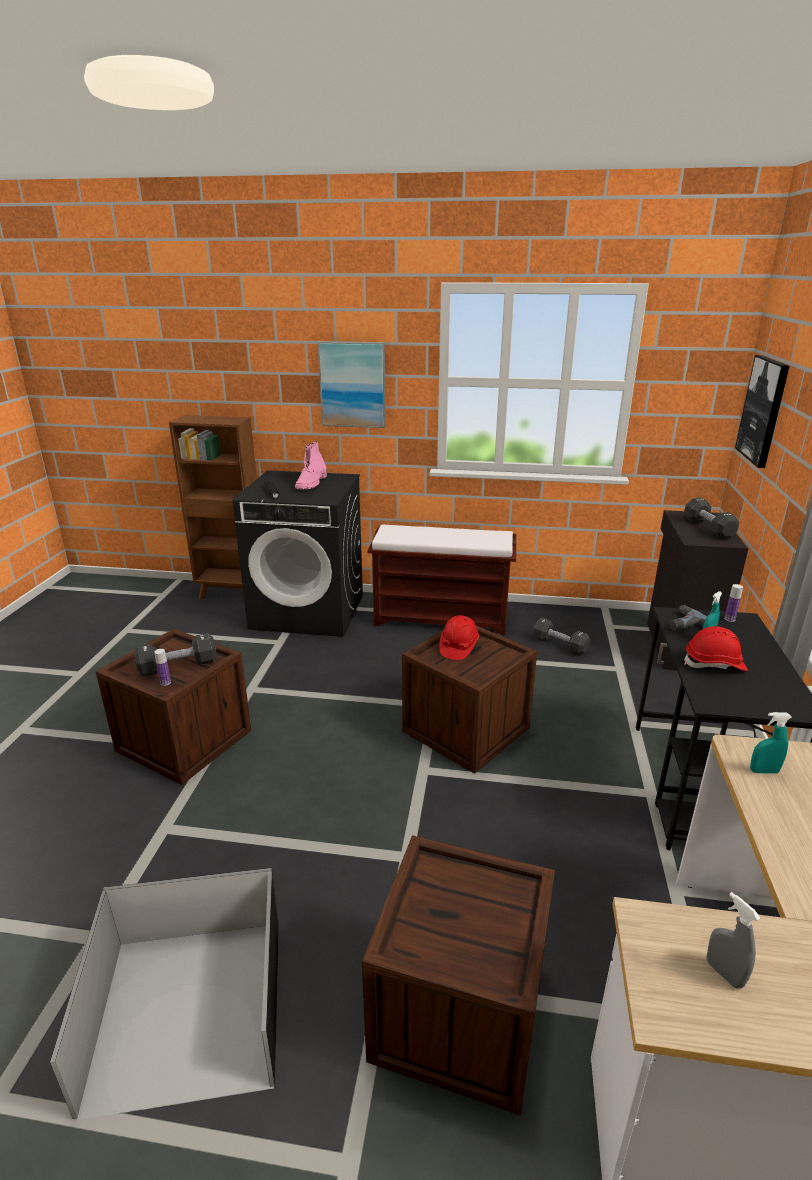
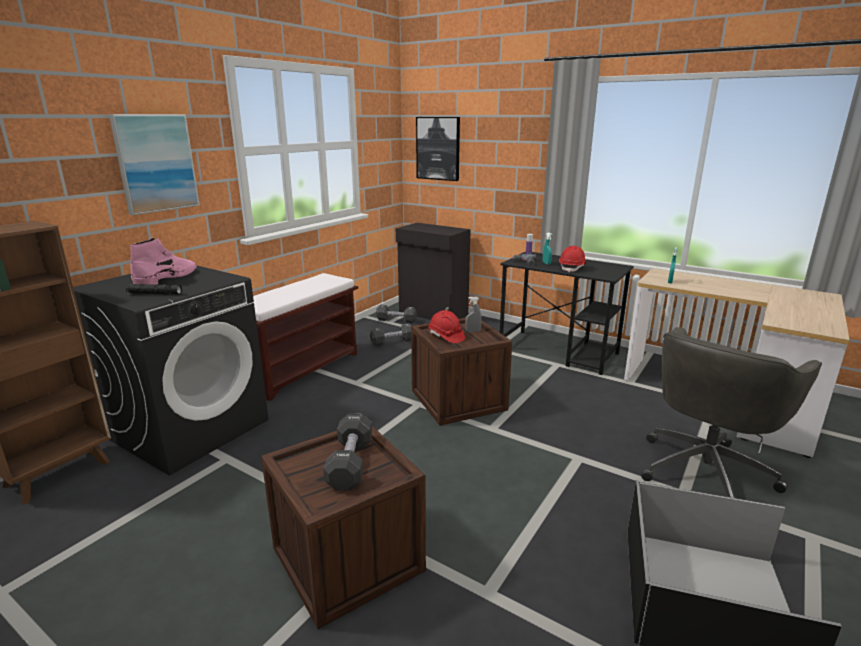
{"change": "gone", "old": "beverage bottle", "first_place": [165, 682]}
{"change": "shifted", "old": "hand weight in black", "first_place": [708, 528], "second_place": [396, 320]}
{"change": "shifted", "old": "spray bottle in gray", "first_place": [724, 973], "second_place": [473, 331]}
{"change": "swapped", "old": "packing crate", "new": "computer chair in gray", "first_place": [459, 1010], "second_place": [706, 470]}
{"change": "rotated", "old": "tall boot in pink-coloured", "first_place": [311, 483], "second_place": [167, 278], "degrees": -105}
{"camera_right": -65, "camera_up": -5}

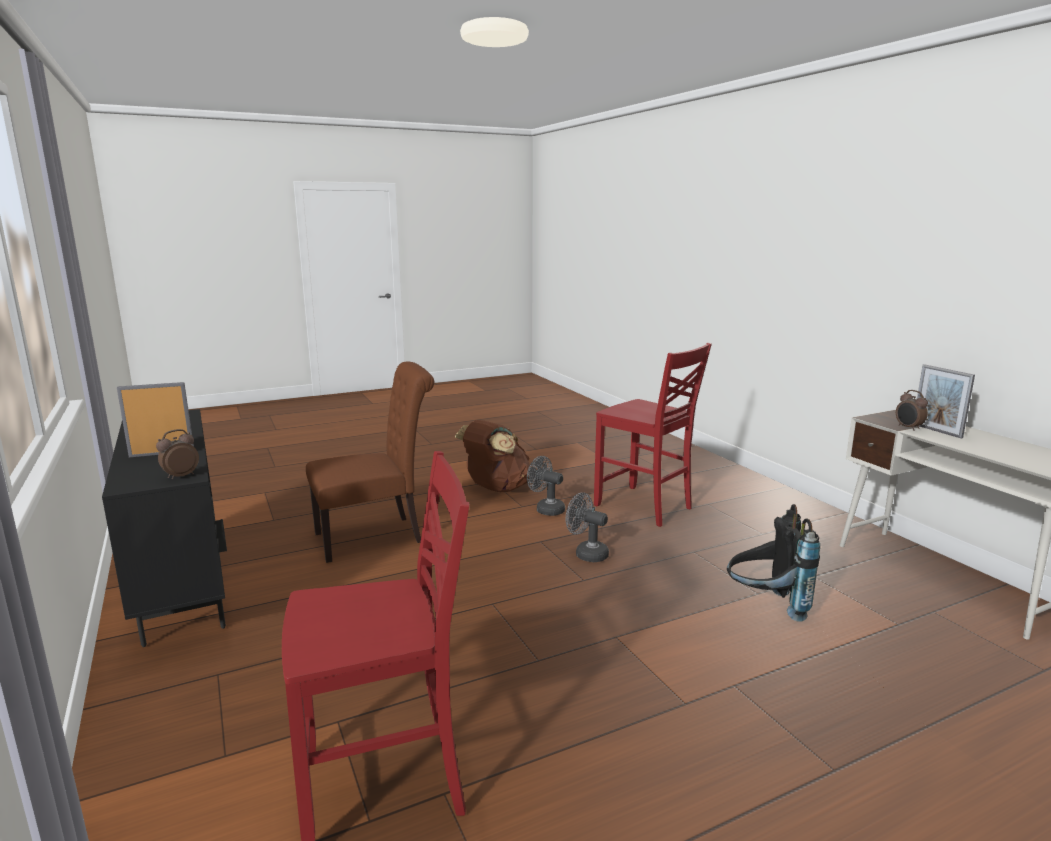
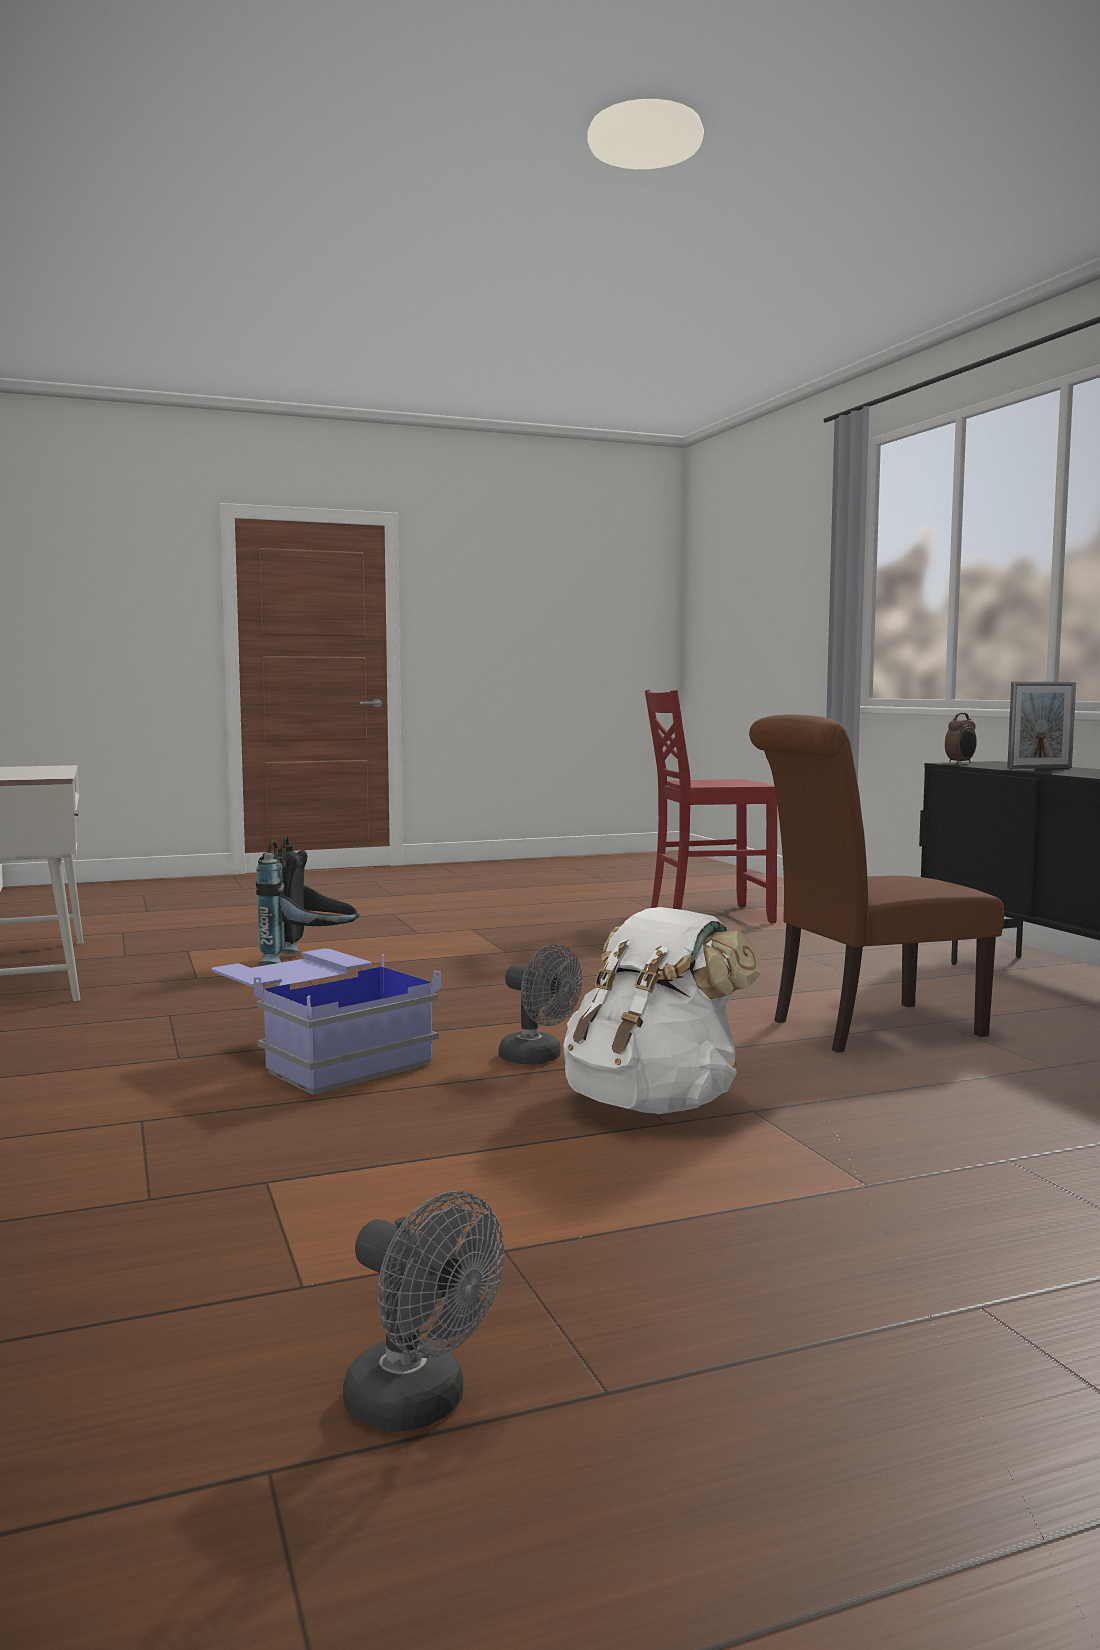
{"change": "gone", "old": "bedside clock", "first_place": [908, 428]}
{"change": "gone", "old": "standing frame", "first_place": [936, 431]}
{"change": "shifted", "old": "cooling fan in gray", "first_place": [586, 553], "second_place": [420, 1406]}
{"change": "swapped", "old": "chair in red-coloured", "new": "storage box in blue-coloured", "first_place": [645, 507], "second_place": [322, 1056]}
{"change": "repainted", "old": "rucksack in brown", "new": "rucksack in white-coloured", "first_place": [496, 488], "second_place": [653, 1103]}
{"camera_right": -175, "camera_up": -10}

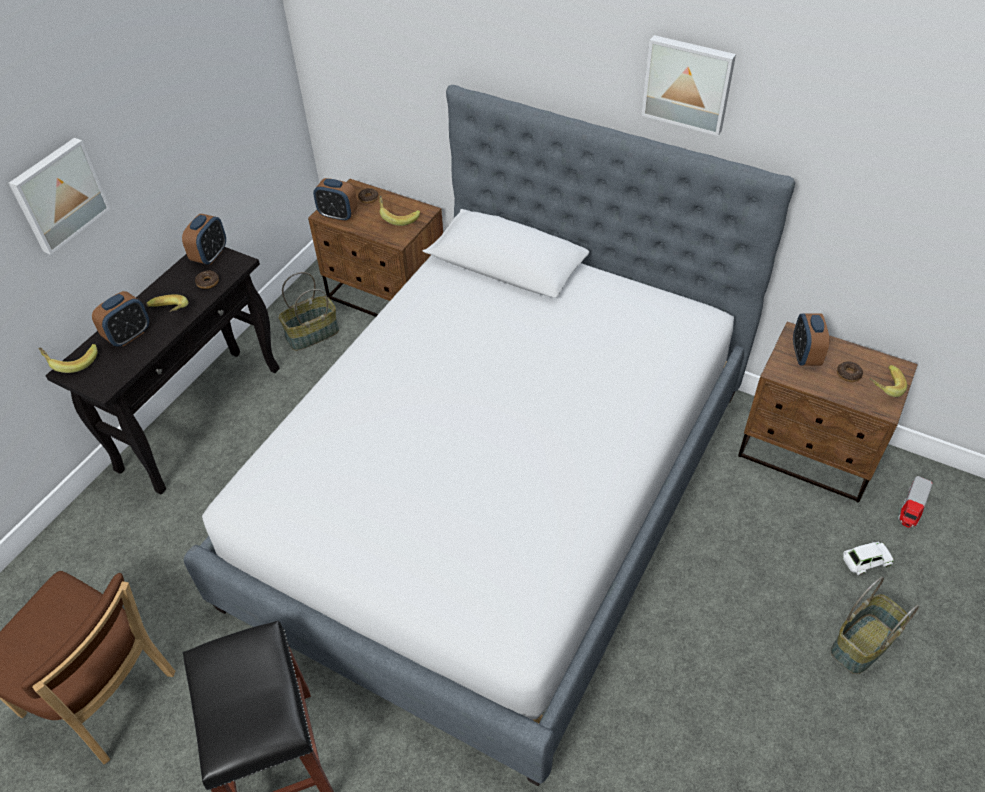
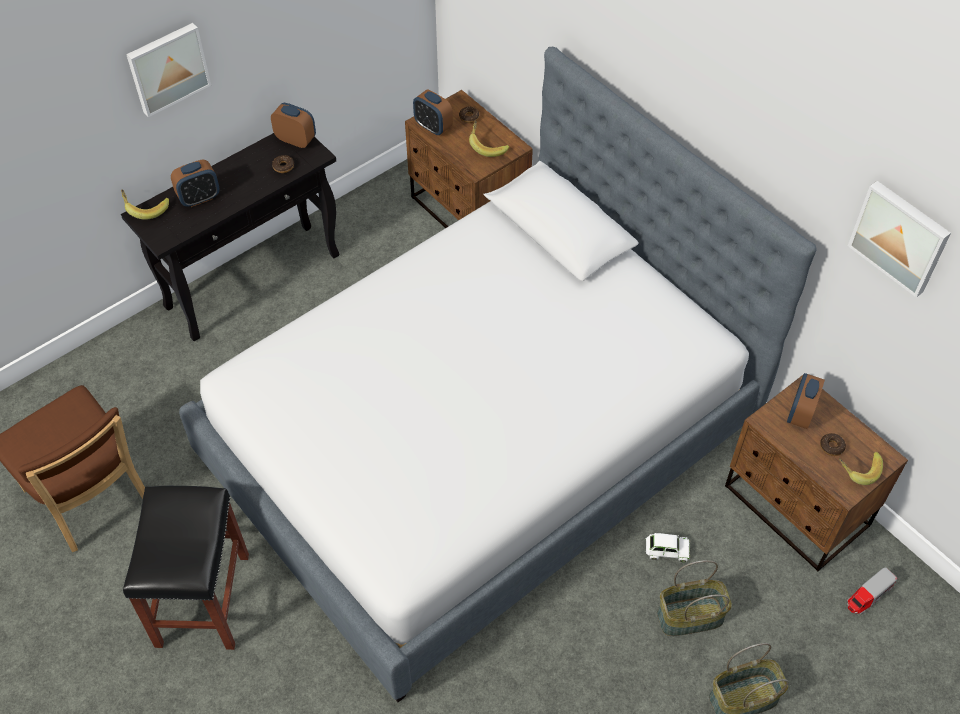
{"change": "gone", "old": "banana fruit", "first_place": [169, 314]}
{"change": "shifted", "old": "household basket", "first_place": [312, 335], "second_place": [689, 617]}
{"change": "shifted", "old": "picture", "first_place": [688, 83], "second_place": [900, 237]}
{"change": "shifted", "old": "miniature car in white-coloured", "first_place": [866, 560], "second_place": [667, 549]}
{"change": "rotated", "old": "bedside clock", "first_place": [210, 255], "second_place": [296, 140], "degrees": -105}
{"camera_right": 20, "camera_up": 5}

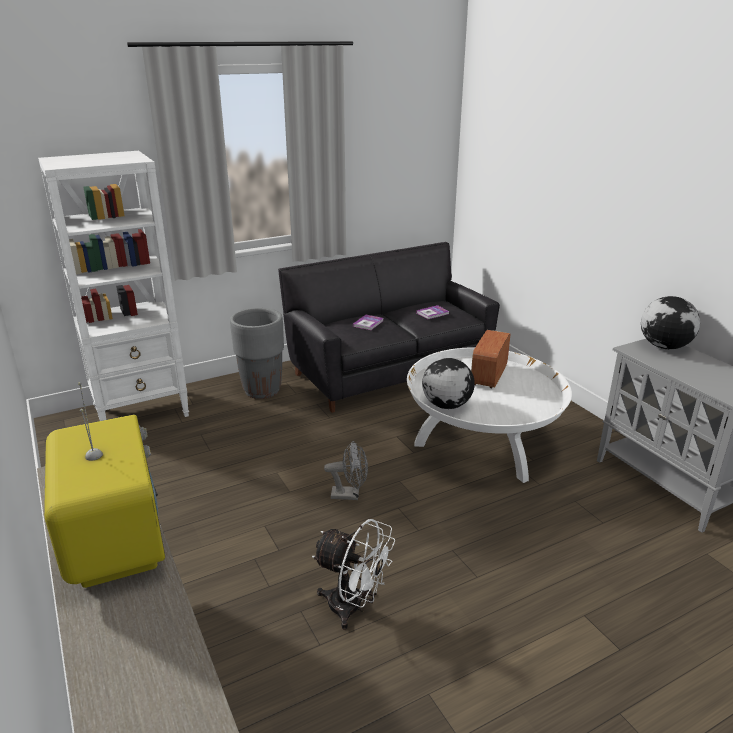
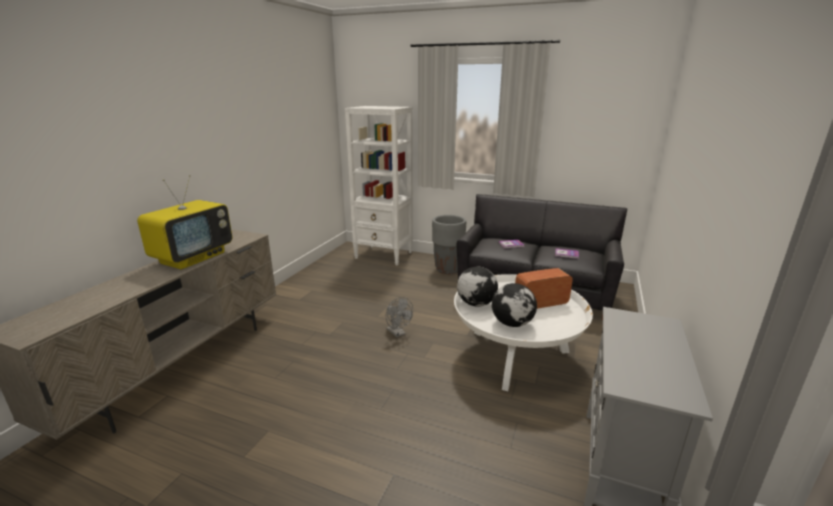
{"change": "gone", "old": "cooling fan in white-coloured", "first_place": [353, 608]}
{"change": "shifted", "old": "globe", "first_place": [664, 346], "second_place": [512, 323]}
{"camera_right": 50, "camera_up": -5}

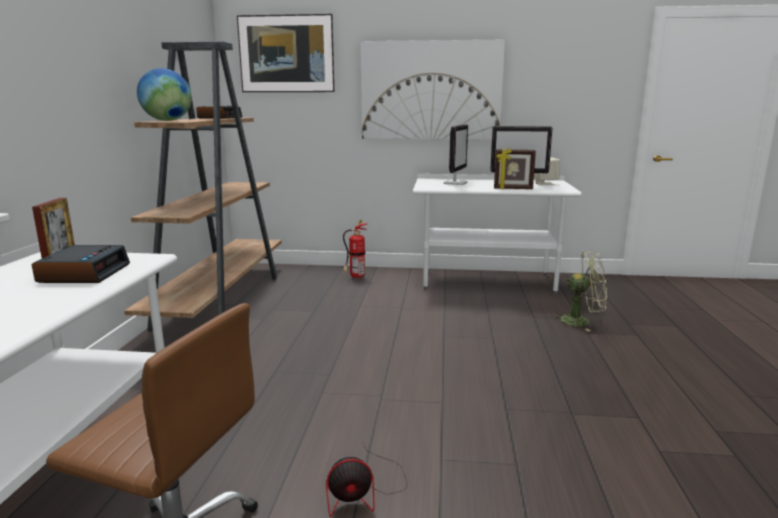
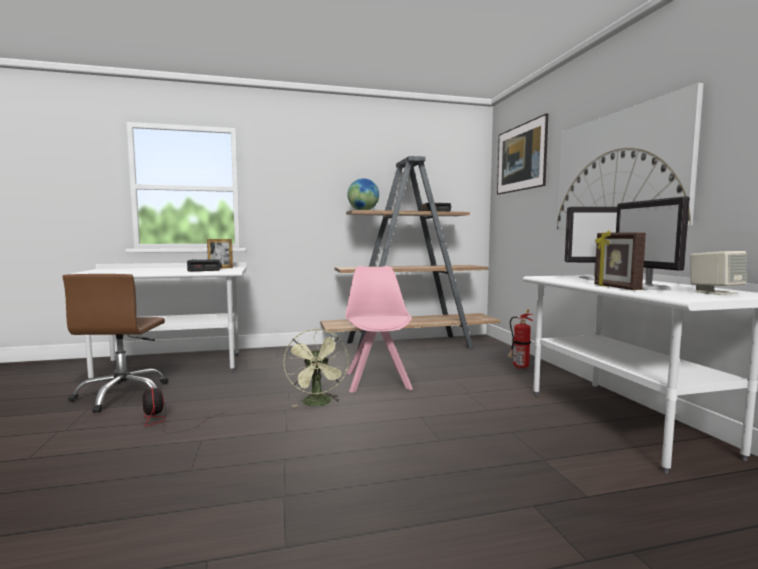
{"change": "new", "new": "chair in pink-coloured", "second_place": [377, 380]}
{"change": "shifted", "old": "cooling fan in greenish", "first_place": [581, 321], "second_place": [318, 404]}
{"camera_right": 70, "camera_up": -10}

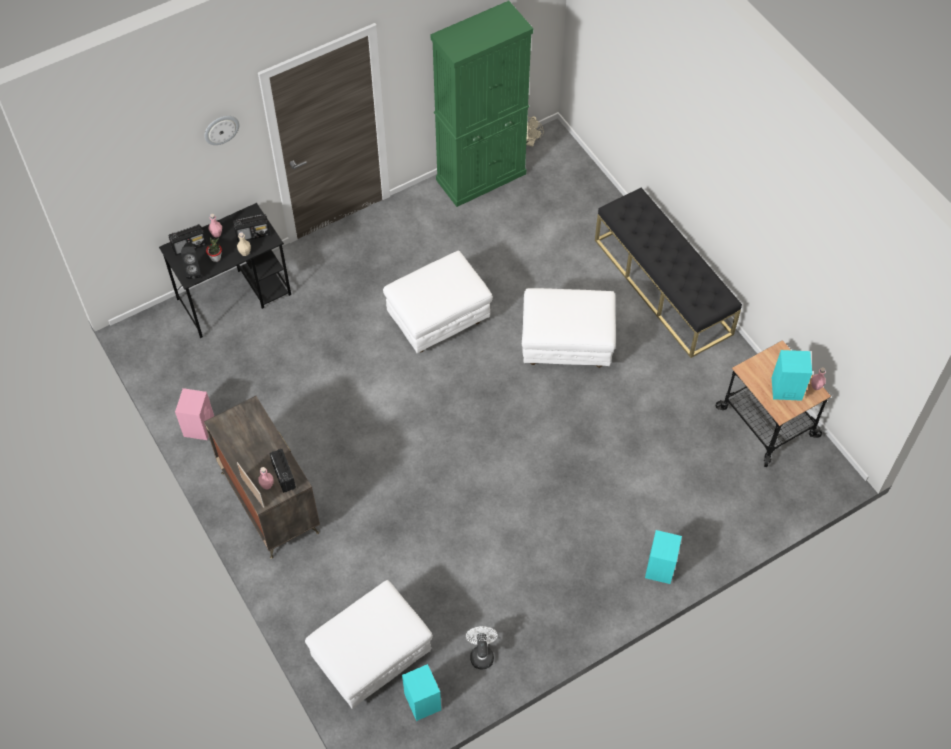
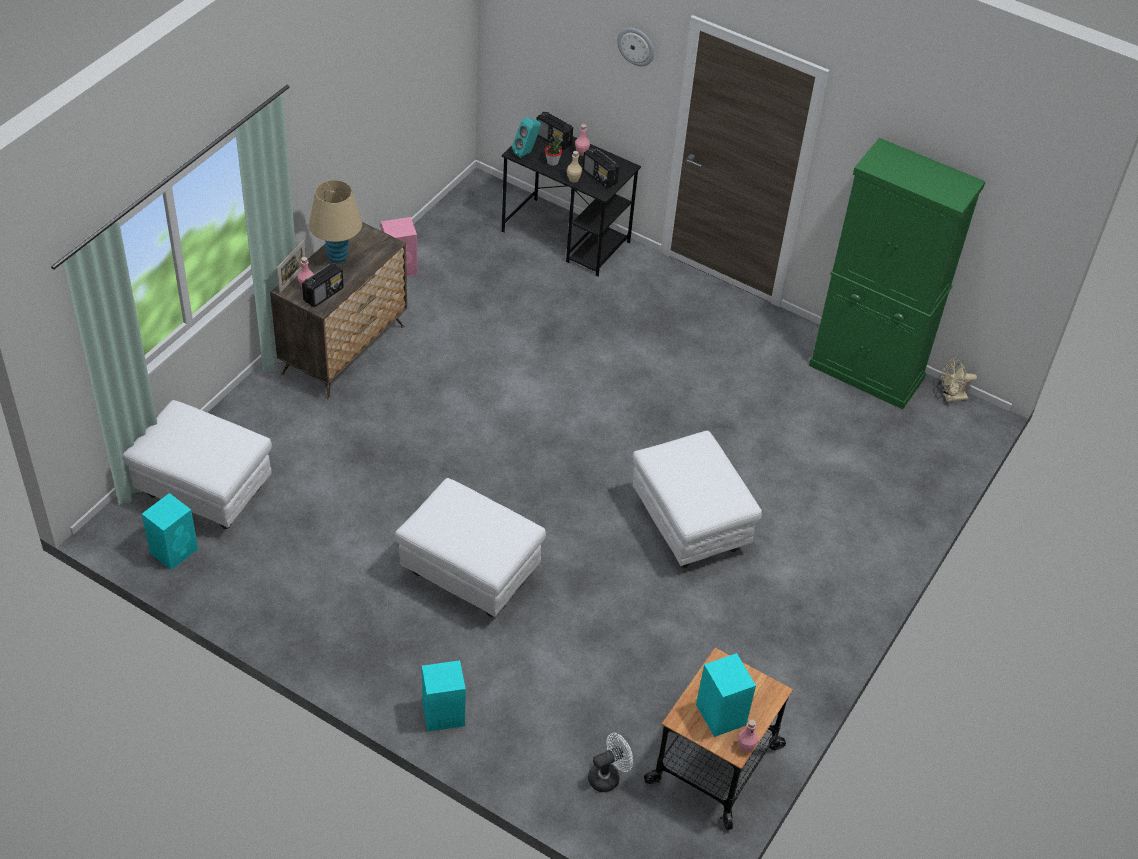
{"change": "gone", "old": "bench in black", "first_place": [663, 286]}
{"change": "new", "new": "tabletop lamp in beige-coloured", "second_place": [337, 257]}
{"change": "shifted", "old": "pouffe in white-coloured", "first_place": [438, 321], "second_place": [471, 575]}
{"change": "shifted", "old": "cooling fan in white-coloured", "first_place": [481, 654], "second_place": [608, 776]}
{"change": "repainted", "old": "speaker in black", "new": "speaker in blue-green", "first_place": [193, 270], "second_place": [526, 153]}
{"camera_right": 60, "camera_up": -10}

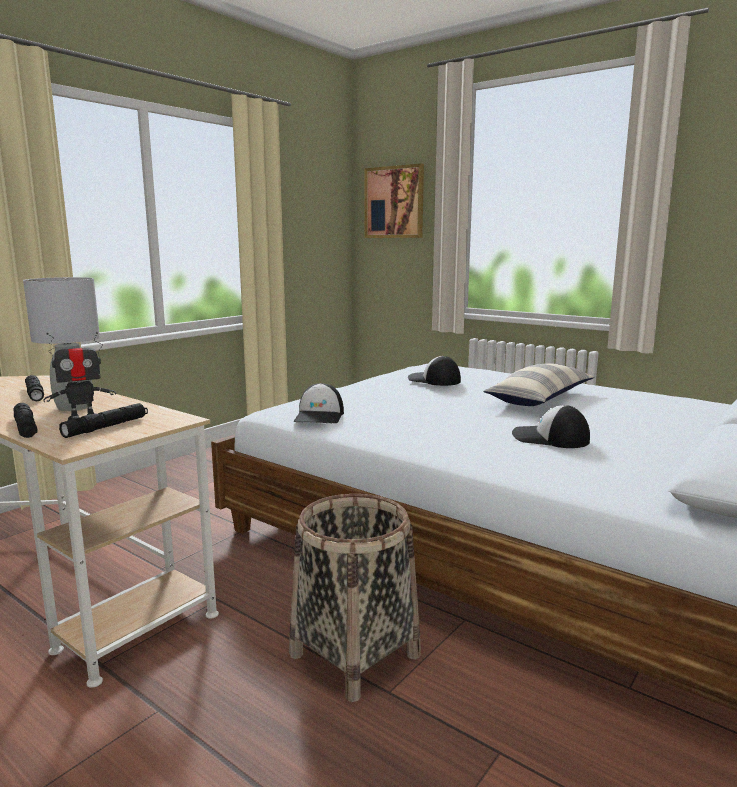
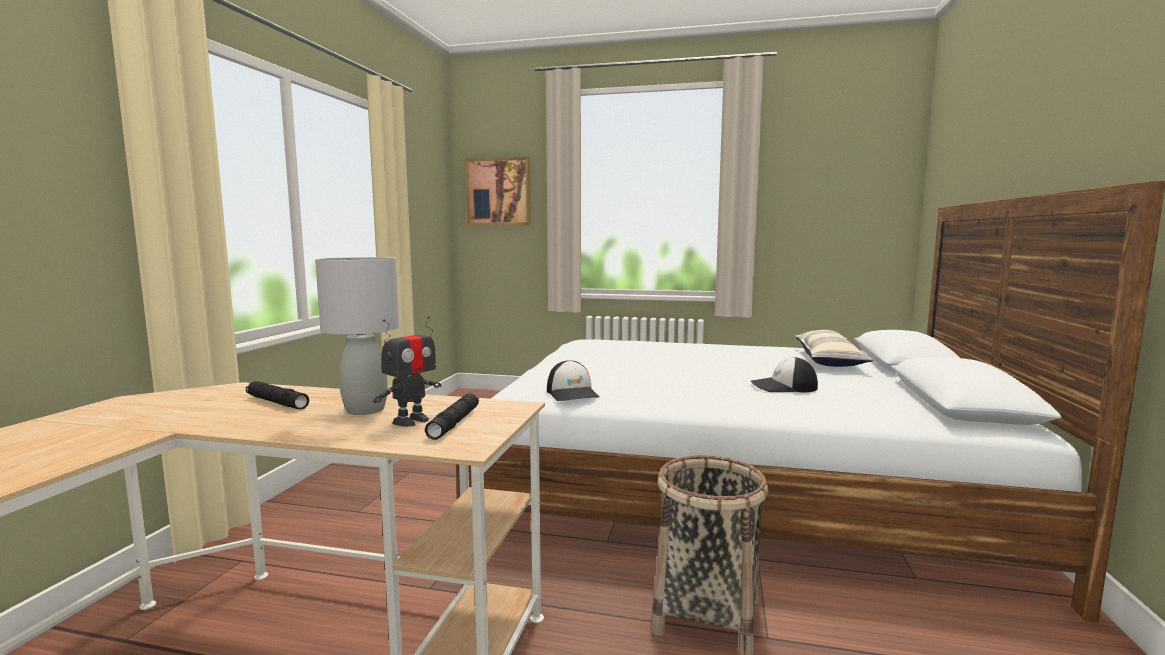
{"change": "gone", "old": "hand torch in black", "first_place": [25, 427]}
{"change": "gone", "old": "cap", "first_place": [434, 380]}
{"change": "shifted", "old": "pillow", "first_place": [540, 399], "second_place": [829, 360]}
{"camera_right": -25, "camera_up": -5}

